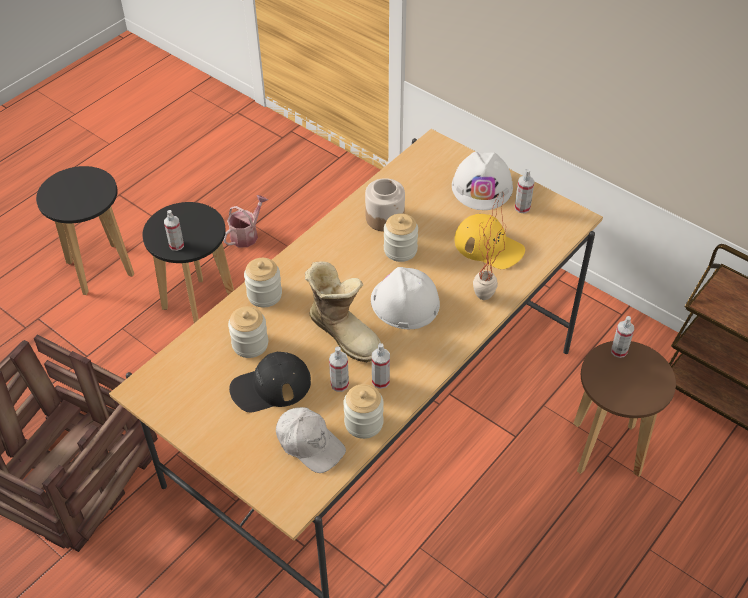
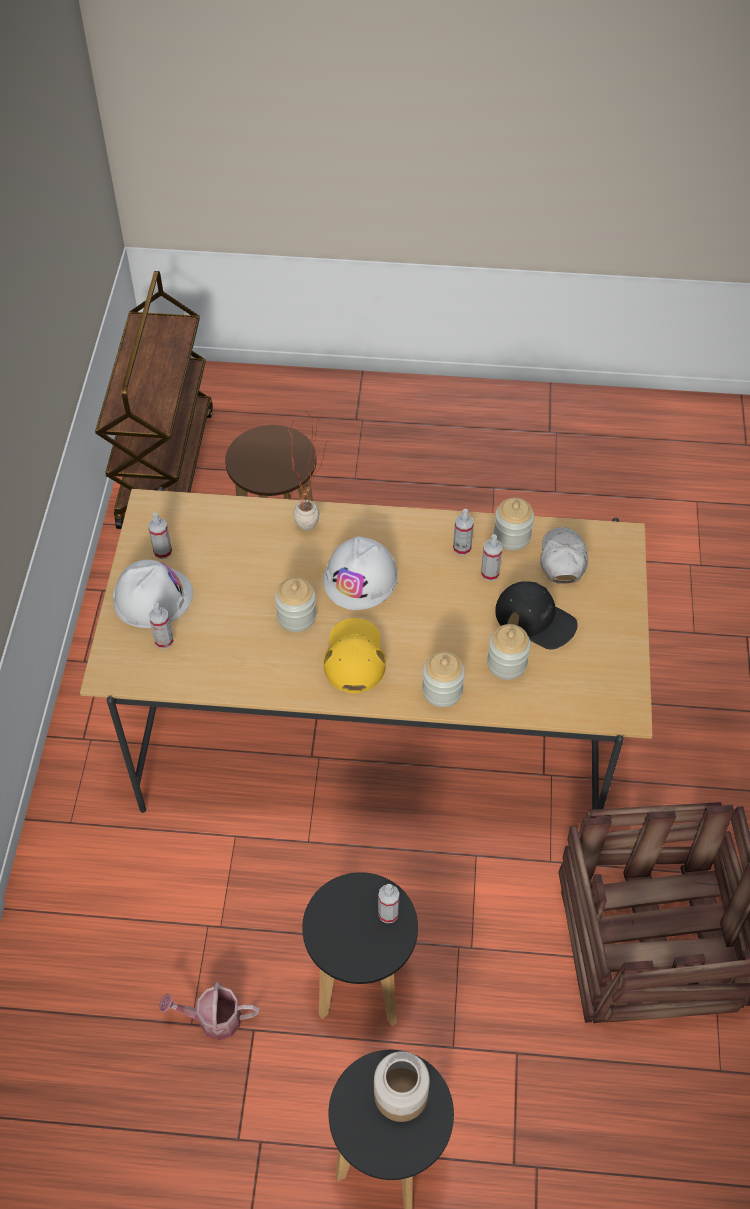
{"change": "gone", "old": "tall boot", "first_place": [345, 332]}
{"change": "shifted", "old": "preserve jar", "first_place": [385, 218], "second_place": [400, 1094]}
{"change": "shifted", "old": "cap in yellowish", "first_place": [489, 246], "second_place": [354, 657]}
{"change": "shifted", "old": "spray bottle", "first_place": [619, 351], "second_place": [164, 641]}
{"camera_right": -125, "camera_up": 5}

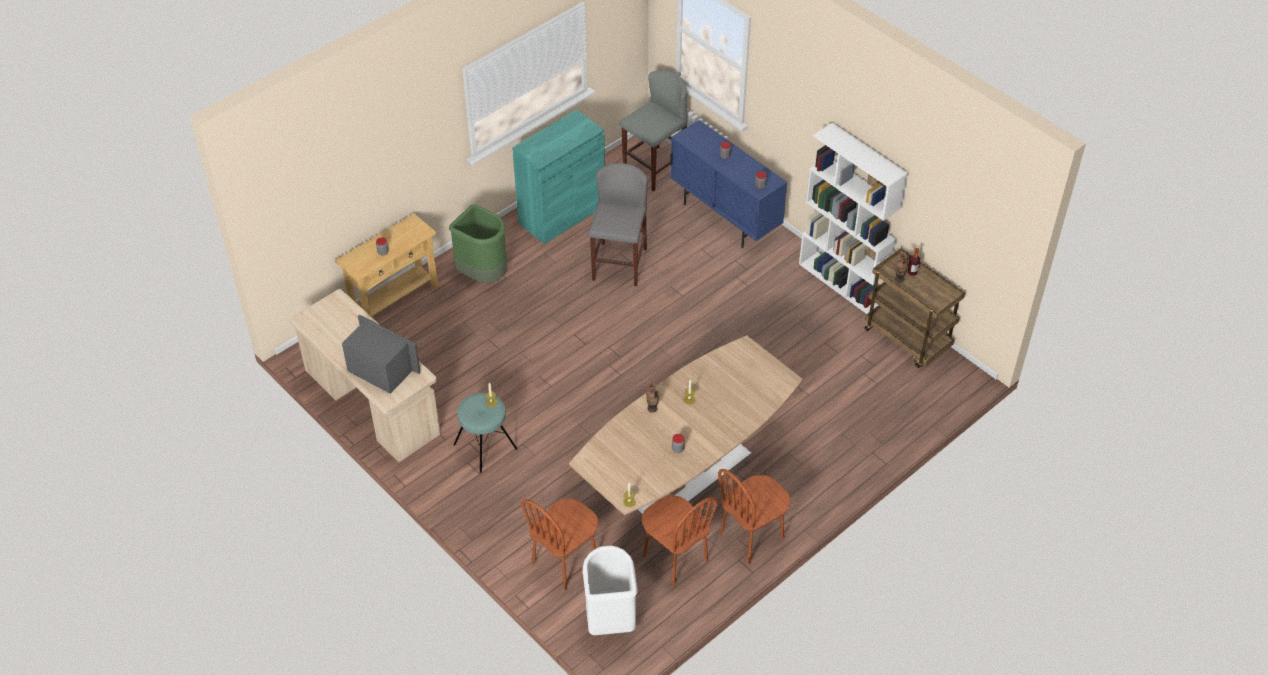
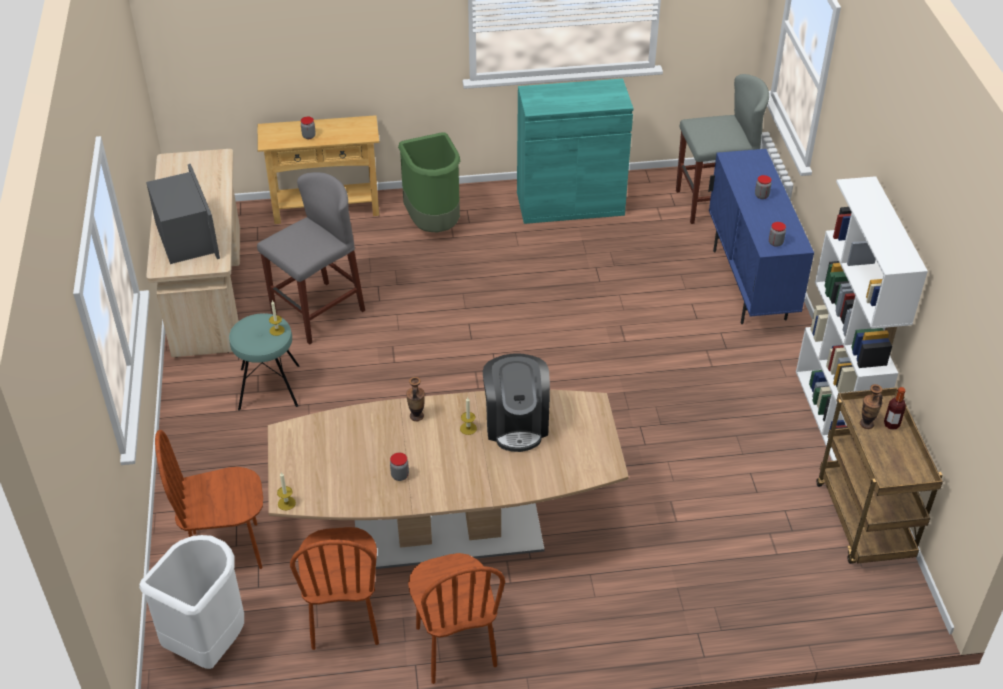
{"change": "new", "new": "coffee machine", "second_place": [516, 423]}
{"change": "shifted", "old": "sitting stool in gray", "first_place": [619, 264], "second_place": [318, 313]}
{"change": "rotated", "old": "chair in brown", "first_place": [751, 537], "second_place": [455, 647], "degrees": -105}
{"camera_right": 35, "camera_up": -5}

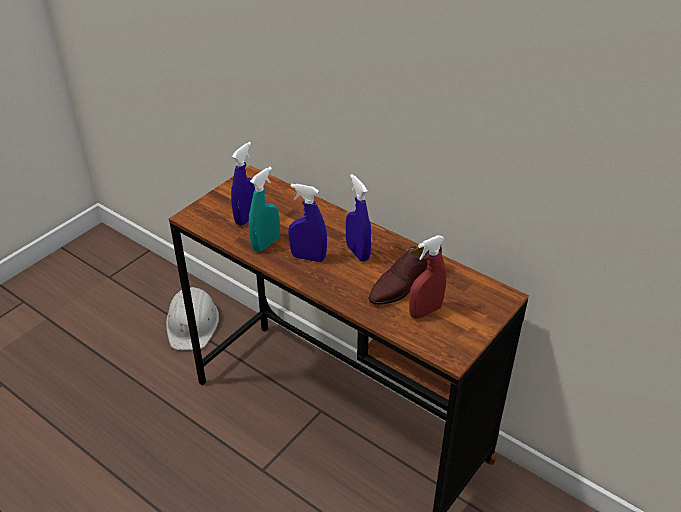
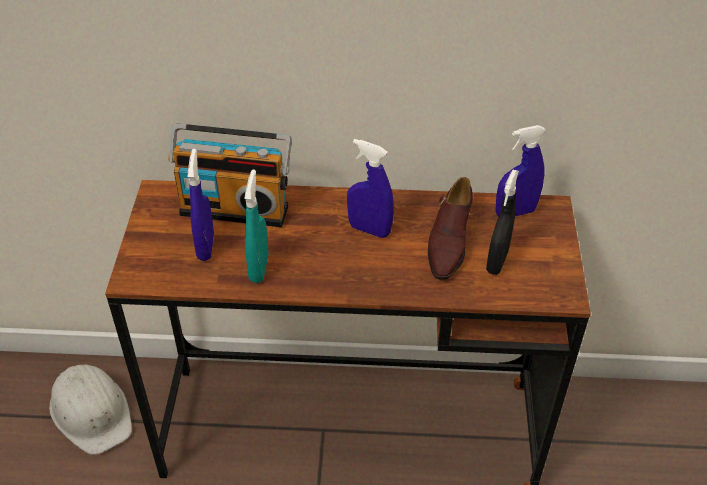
{"change": "new", "new": "radio receiver", "second_place": [235, 207]}
{"change": "shifted", "old": "spray bottle in blue-coloured", "first_place": [308, 257], "second_place": [515, 212]}
{"change": "repainted", "old": "spray bottle in red-coloured", "new": "spray bottle in black", "first_place": [425, 311], "second_place": [497, 261]}
{"camera_right": -35, "camera_up": 5}

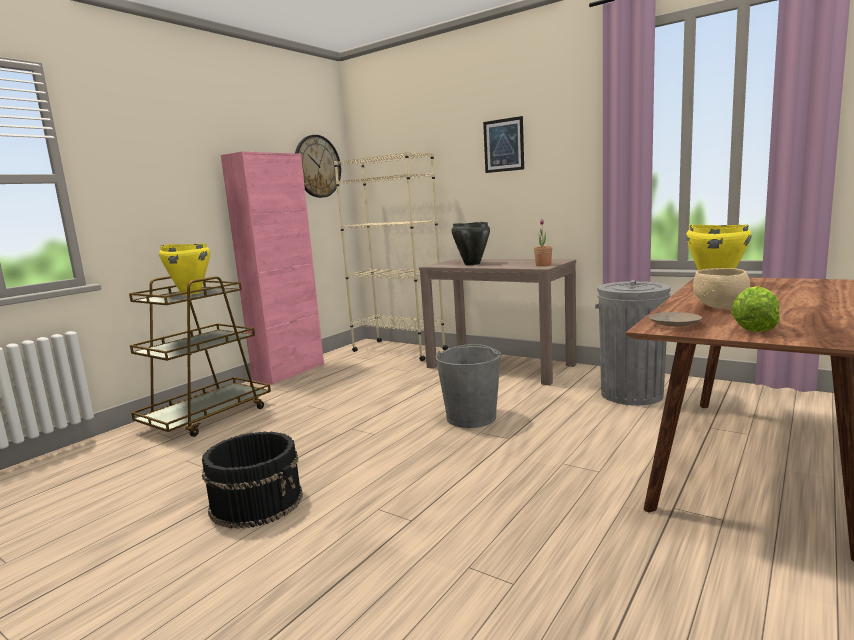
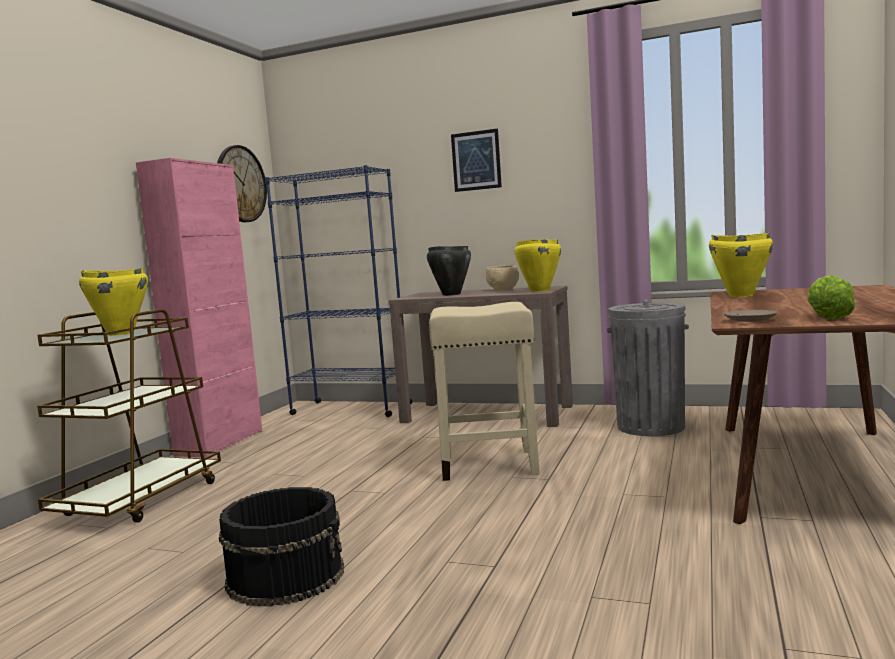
{"change": "shifted", "old": "bowl in beige-coloured", "first_place": [721, 307], "second_place": [503, 290]}
{"change": "swapped", "old": "pail in gray", "new": "sitting stool in beige-coloured", "first_place": [471, 417], "second_place": [490, 464]}
{"change": "swapped", "old": "houseplant", "new": "cooking pot in yellowish", "first_place": [543, 265], "second_place": [539, 291]}
{"change": "repainted", "old": "shelving unit in beige-coloured", "new": "shelving unit in blue-coloured", "first_place": [398, 350], "second_place": [350, 409]}
{"camera_right": -15, "camera_up": -5}

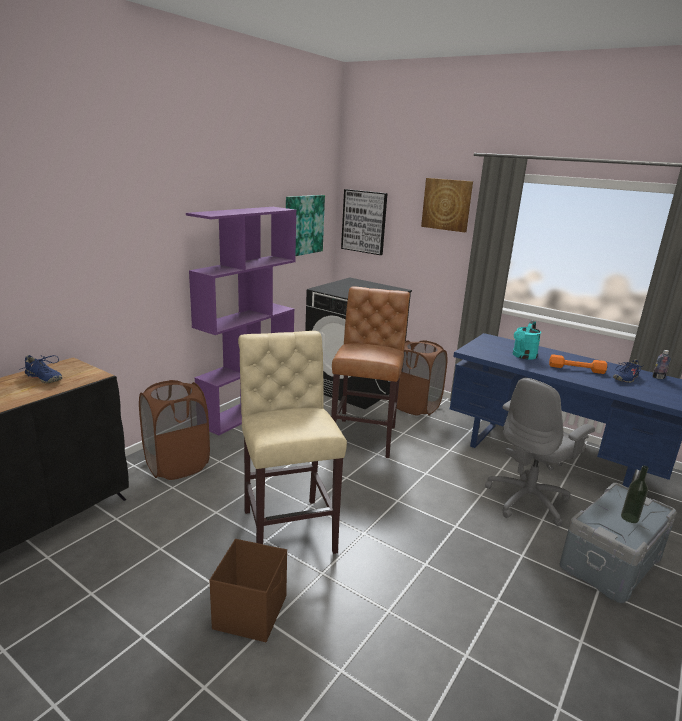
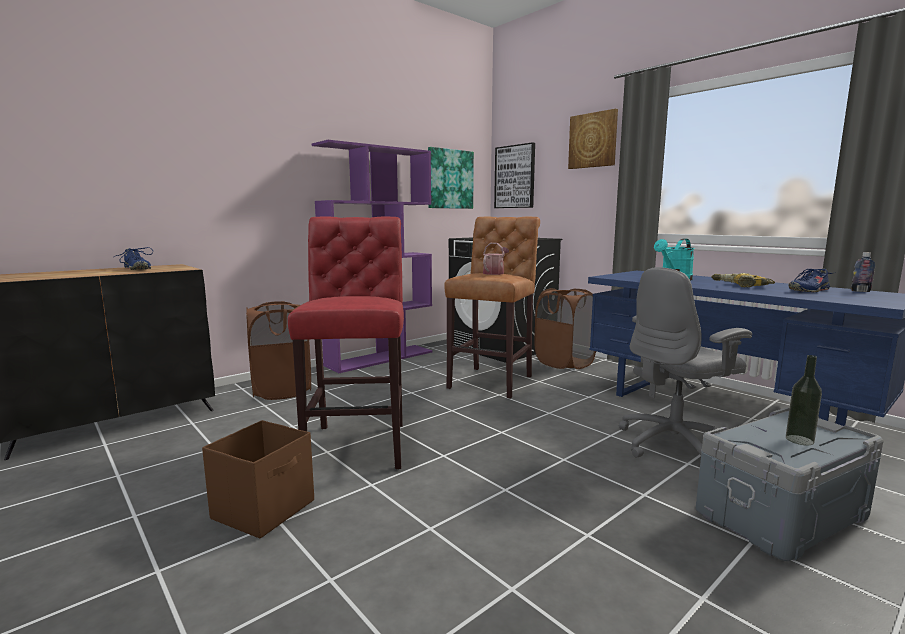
{"change": "new", "new": "sprinkling can", "second_place": [495, 273]}
{"change": "swapped", "old": "hand weight in orange-coloured", "new": "power drill", "first_place": [576, 369], "second_place": [740, 285]}
{"change": "repainted", "old": "sitting stool in beige-coloured", "new": "sitting stool in red-coloured", "first_place": [287, 527], "second_place": [358, 443]}
{"camera_right": 15, "camera_up": -10}

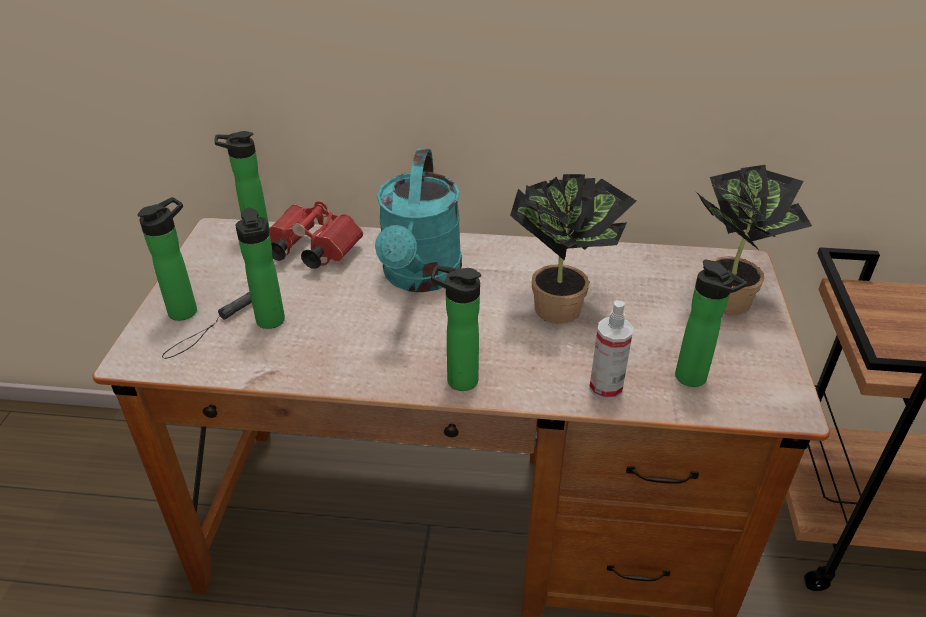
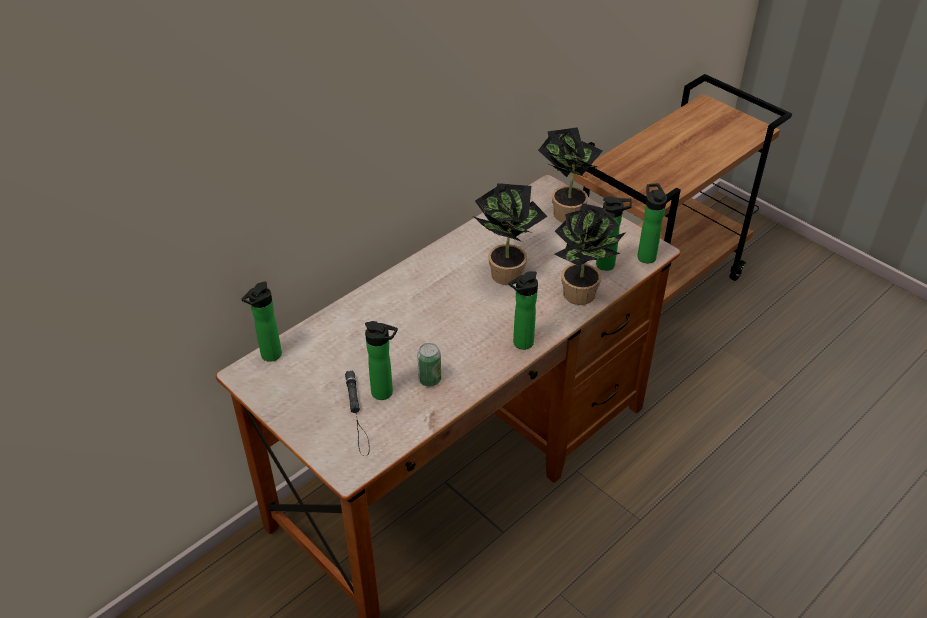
{"change": "gone", "old": "binoculars in red-coloured", "first_place": [310, 251]}
{"change": "gone", "old": "sprinkling can in blue-green", "first_place": [420, 278]}
{"change": "new", "new": "metal can", "second_place": [429, 379]}
{"change": "shifted", "old": "beverage bottle", "first_place": [187, 310], "second_place": [645, 255]}
{"change": "swapped", "old": "spray bottle", "new": "houseplant", "first_place": [605, 388], "second_place": [582, 297]}
{"camera_right": -50, "camera_up": 5}

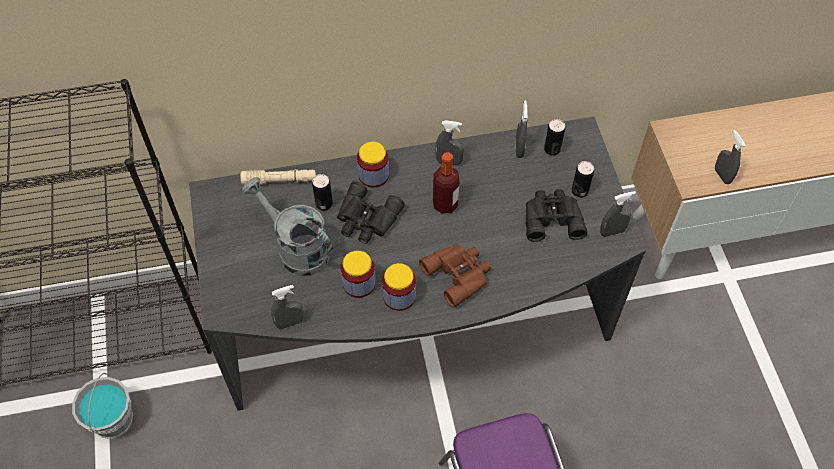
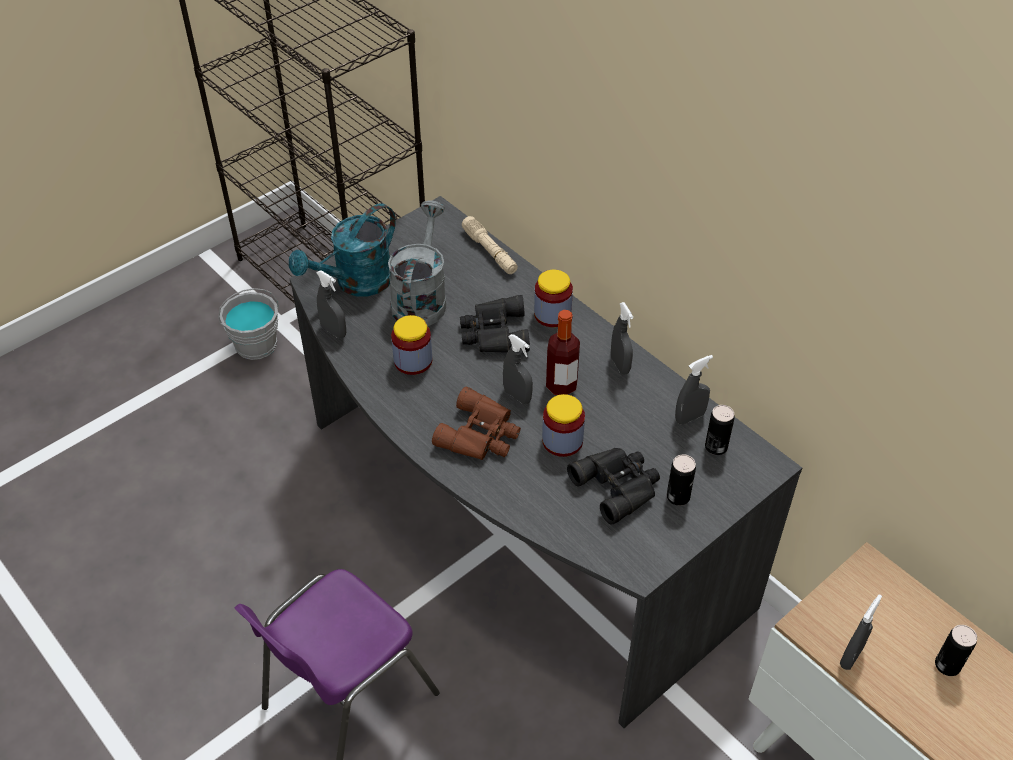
{"change": "new", "new": "sprinkling can in blue-green", "second_place": [356, 283]}
{"change": "shifted", "old": "metal can", "first_place": [324, 204], "second_place": [947, 665]}
{"change": "shifted", "old": "preserve jar", "first_place": [399, 296], "second_place": [562, 441]}
{"change": "shifted", "old": "spray bottle in gray", "first_place": [612, 232], "second_place": [517, 396]}
{"camera_right": 60, "camera_up": -10}

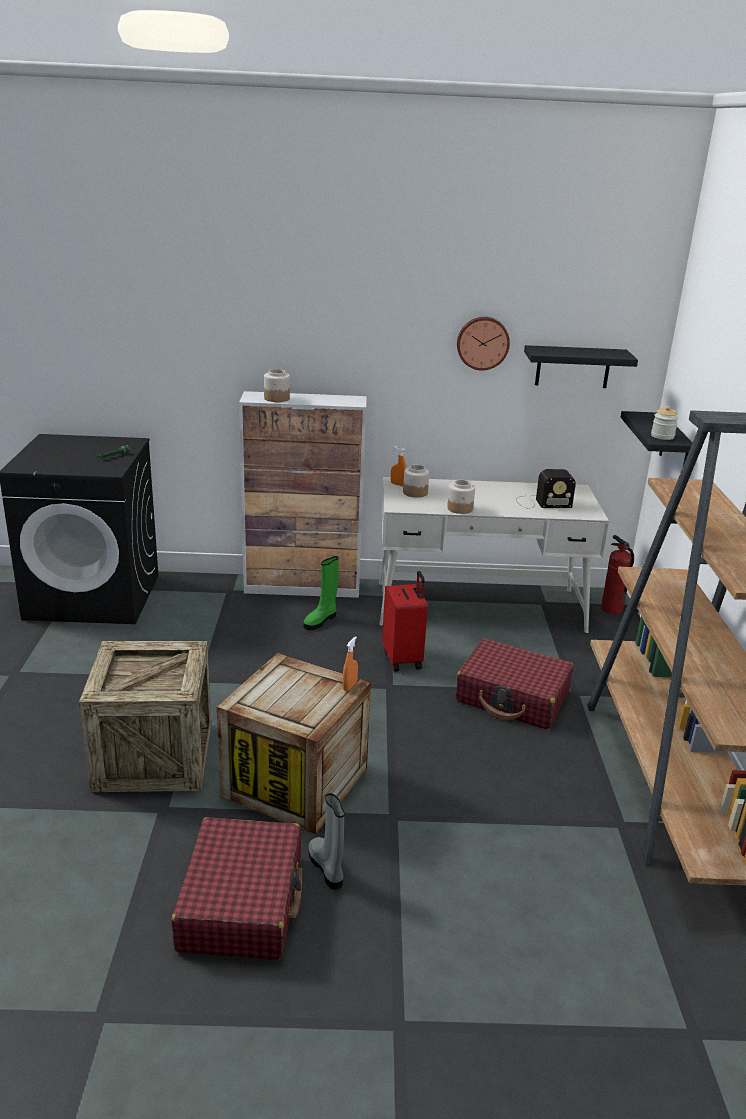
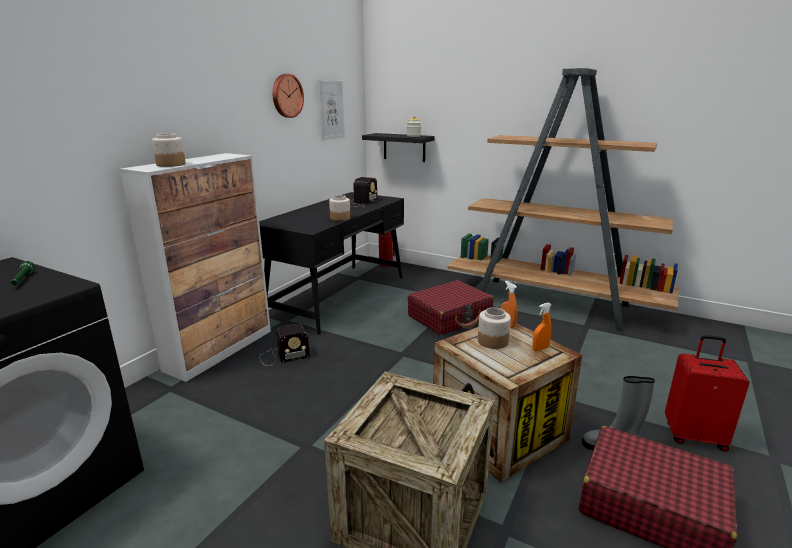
{"change": "shifted", "old": "suitcase in red-coloured", "first_place": [403, 659], "second_place": [694, 436]}
{"change": "shifted", "old": "spray bottle in orange-coloured", "first_place": [398, 484], "second_place": [540, 349]}
{"change": "shifted", "old": "preserve jar", "first_place": [415, 492], "second_place": [492, 341]}
{"change": "swapped", "old": "tall boot in greenish", "new": "radio receiver", "first_place": [321, 620], "second_place": [282, 356]}
{"change": "swapped", "old": "wall shelf in black", "new": "picture", "first_place": [573, 367], "second_place": [331, 110]}
{"change": "repainted", "old": "desk unit in white-coloured", "new": "desk unit in black", "first_place": [480, 607], "second_place": [339, 295]}
{"camera_right": -60, "camera_up": -5}

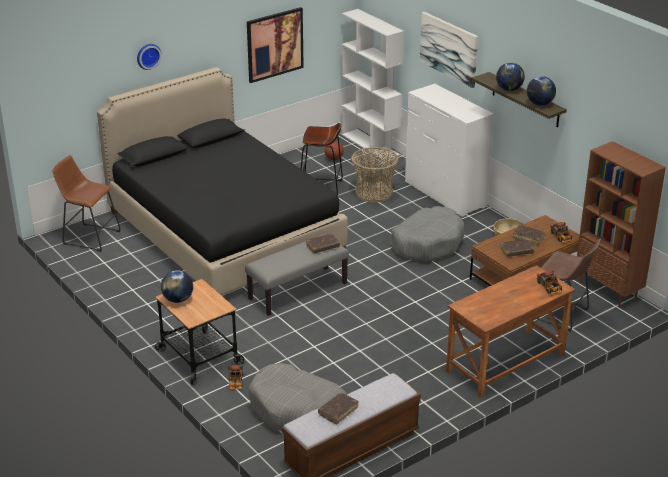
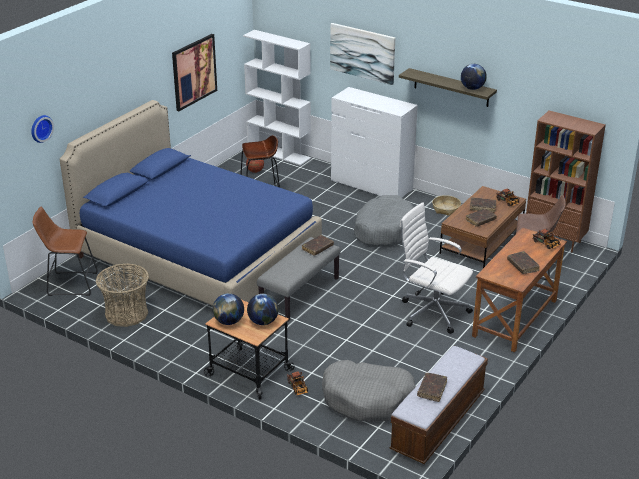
{"change": "new", "new": "computer chair in white-coloured", "second_place": [432, 312]}
{"change": "new", "new": "book in brown", "second_place": [522, 266]}
{"change": "shifted", "old": "hanging clock", "first_place": [148, 56], "second_place": [40, 128]}
{"change": "shifted", "old": "household basket", "first_place": [374, 192], "second_place": [126, 314]}
{"change": "shifted", "old": "globe", "first_place": [509, 89], "second_place": [263, 322]}
{"change": "repainted", "old": "bed in black", "new": "bed in blue-coloured", "first_place": [224, 232], "second_place": [198, 255]}
{"camera_right": -20, "camera_up": 0}

